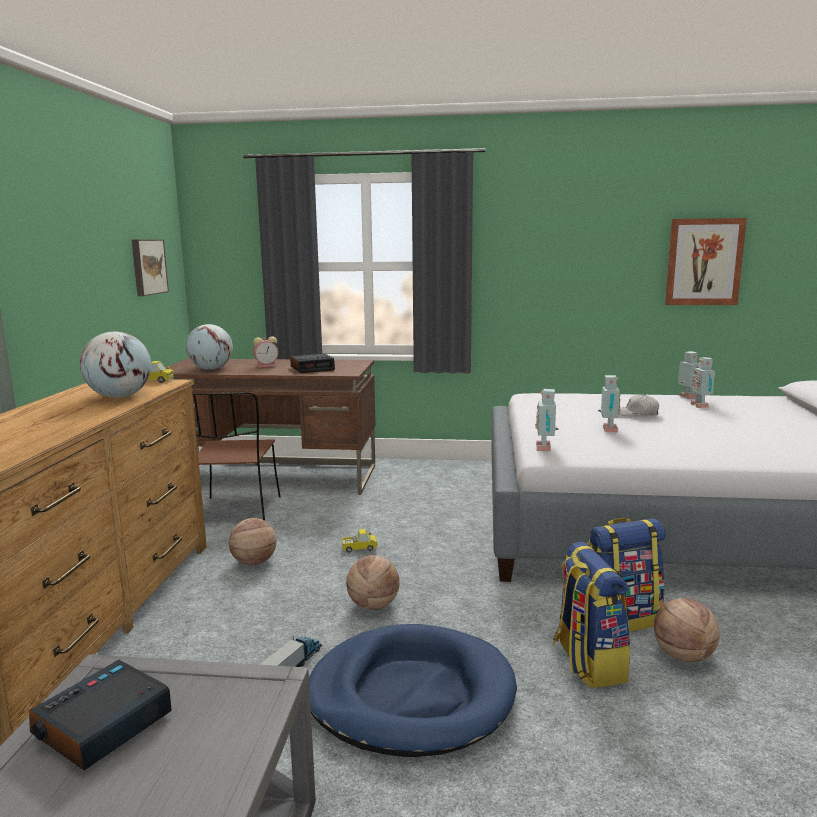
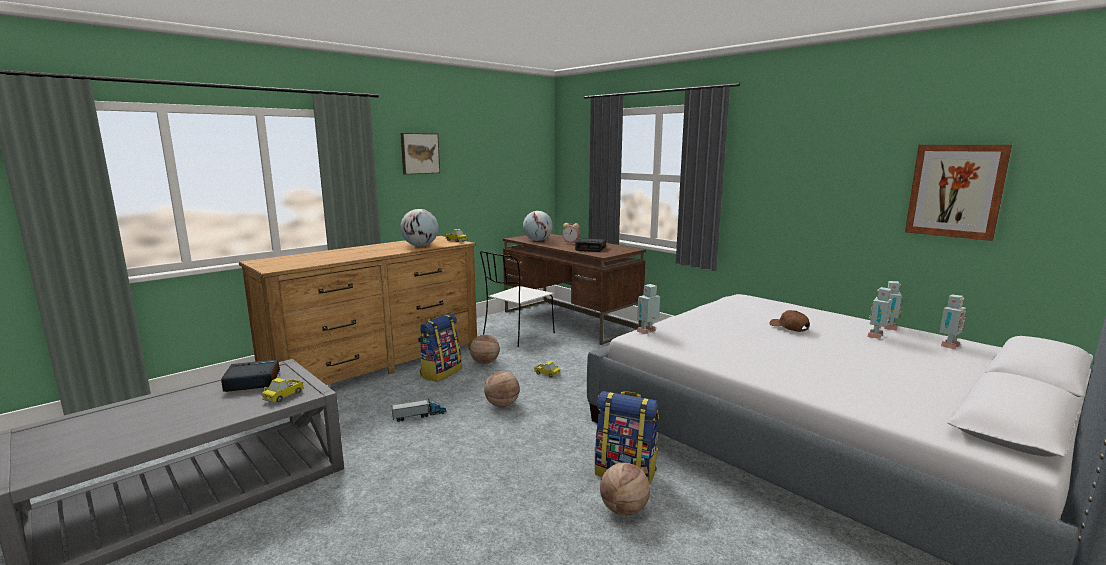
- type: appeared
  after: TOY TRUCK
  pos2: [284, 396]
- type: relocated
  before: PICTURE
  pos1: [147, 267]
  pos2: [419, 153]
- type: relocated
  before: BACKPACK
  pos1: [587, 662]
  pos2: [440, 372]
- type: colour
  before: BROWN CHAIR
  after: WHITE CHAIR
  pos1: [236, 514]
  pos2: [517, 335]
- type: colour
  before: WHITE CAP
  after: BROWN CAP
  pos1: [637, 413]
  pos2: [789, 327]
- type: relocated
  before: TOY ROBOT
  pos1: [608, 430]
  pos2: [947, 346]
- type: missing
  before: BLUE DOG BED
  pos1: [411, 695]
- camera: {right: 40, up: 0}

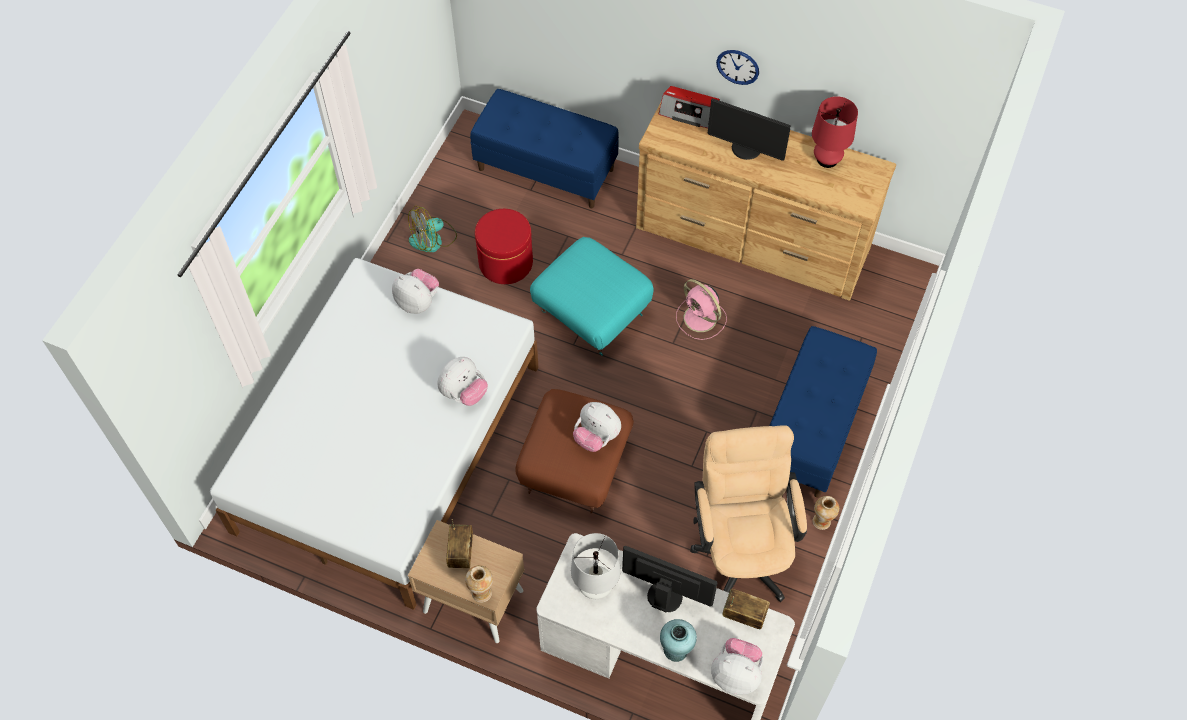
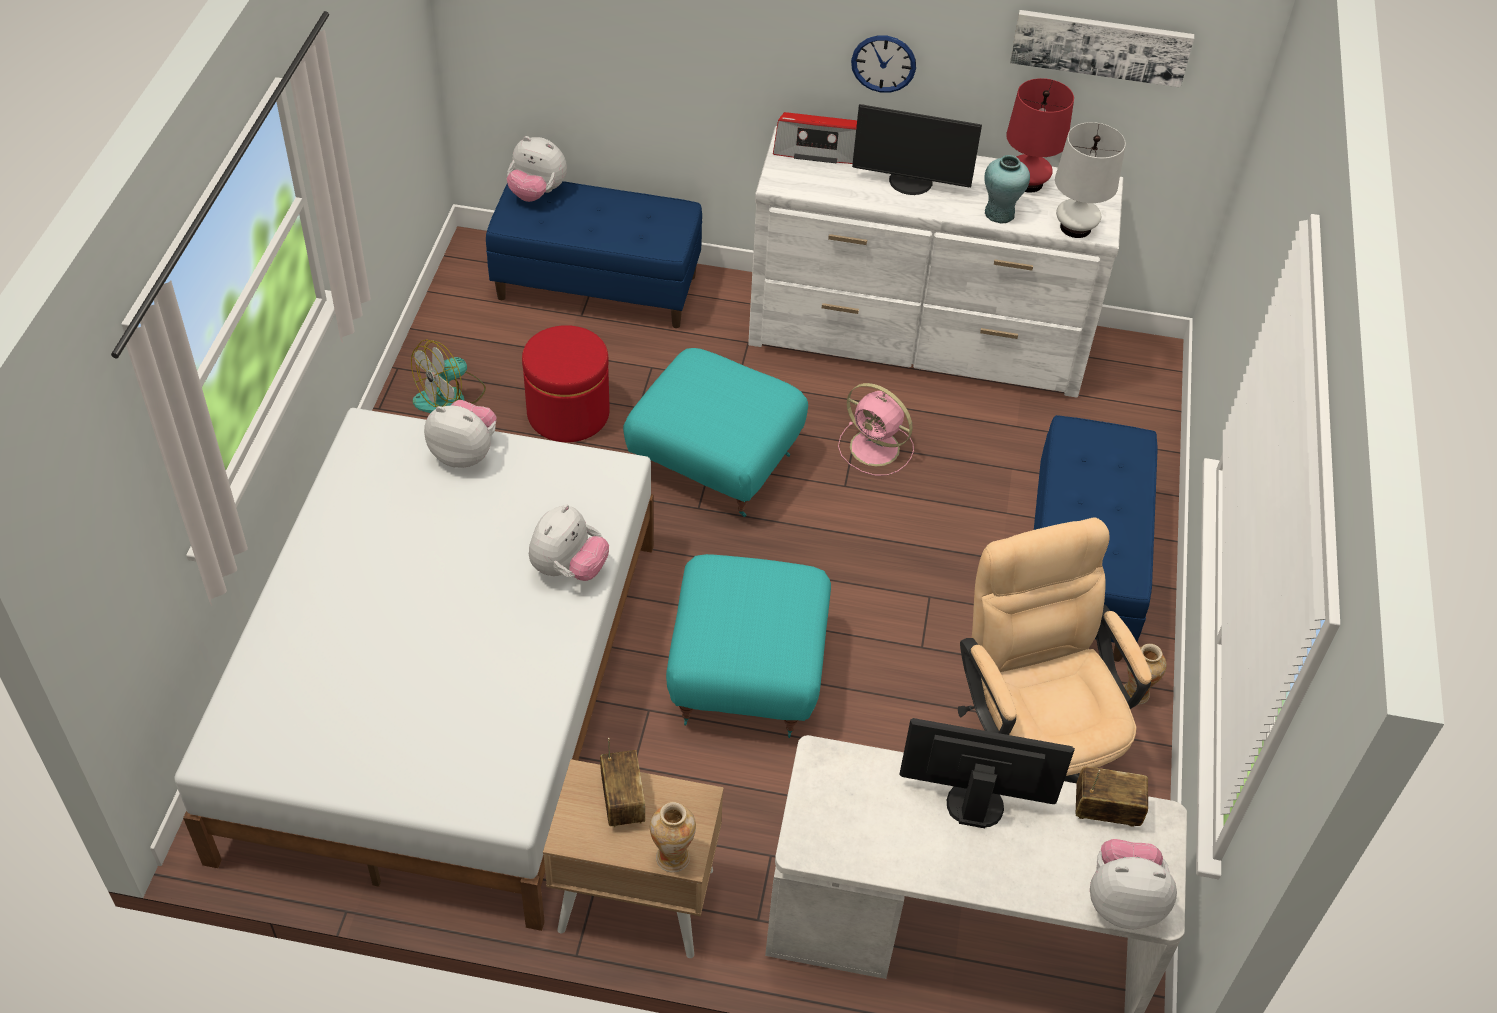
- type: relocated
  before: PLUSH TOY
  pos1: [596, 437]
  pos2: [537, 193]
- type: colour
  before: BROWN OTTOMAN
  after: TURQUOISE OTTOMAN
  pos1: [574, 467]
  pos2: [745, 676]
- type: colour
  before: BROWN DRESSER
  after: WHITE DRESSER
  pos1: [752, 239]
  pos2: [918, 338]
- type: relocated
  before: TURQUOISE VASE
  pos1: [675, 649]
  pos2: [999, 213]
- type: appeared
  after: PICTURE
  pos2: [1100, 46]
- type: relocated
  before: WHITE TABLE LAMP
  pos1: [595, 587]
  pos2: [1075, 227]
- camera: {right: -15, up: -10}

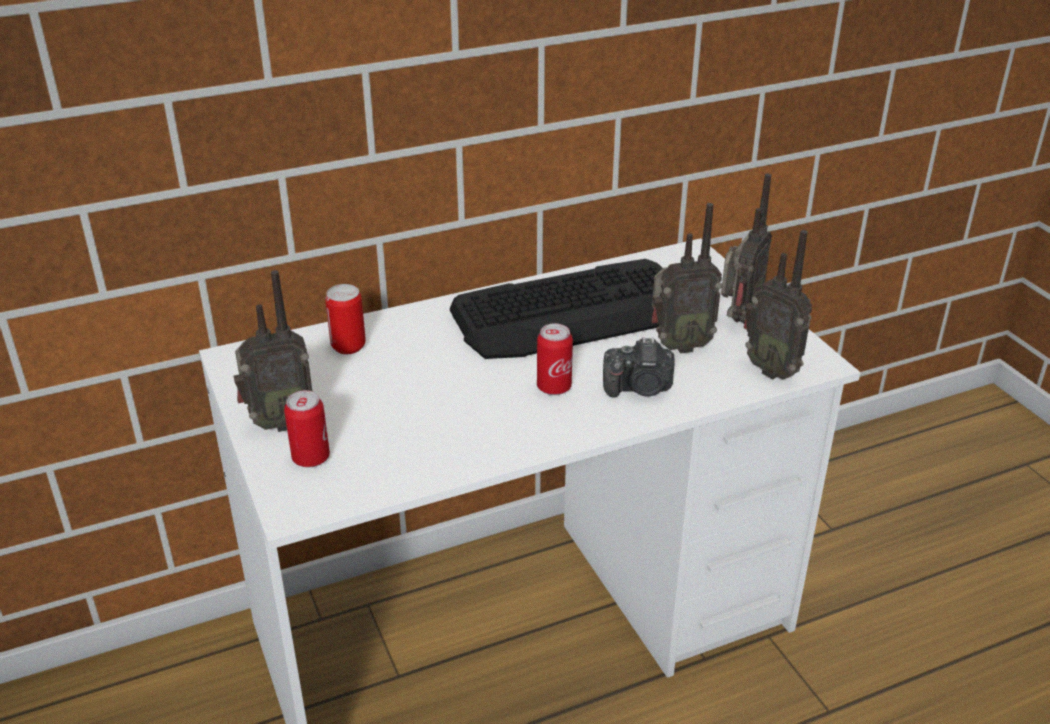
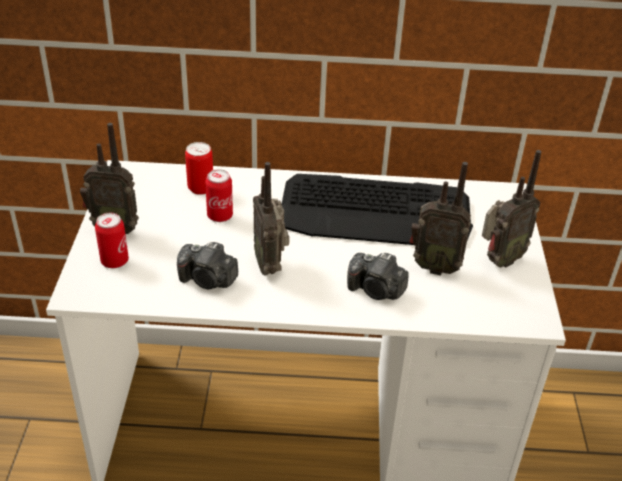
- type: appeared
  after: PHOTO CAMERA
  pos2: [208, 280]
- type: relocated
  before: CAN
  pos1: [554, 387]
  pos2: [220, 216]
- type: relocated
  before: RADIO
  pos1: [772, 369]
  pos2: [270, 265]
- camera: {right: 25, up: 5}

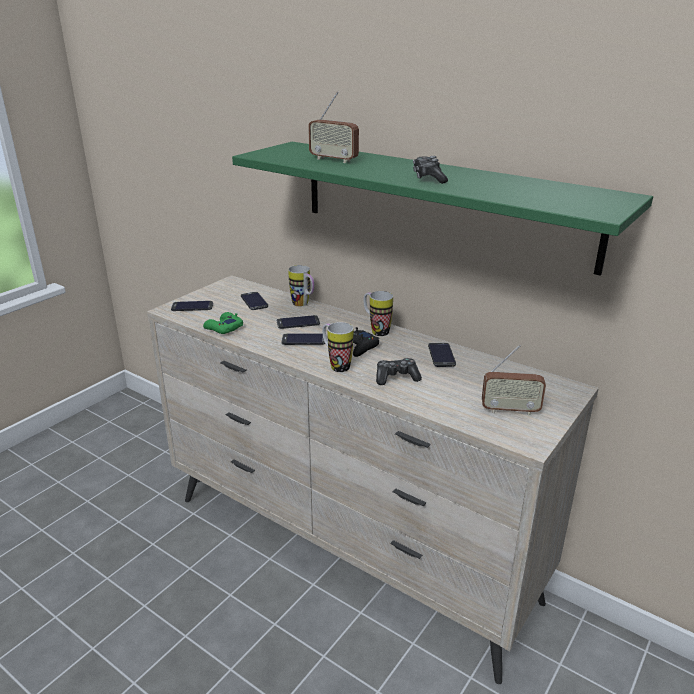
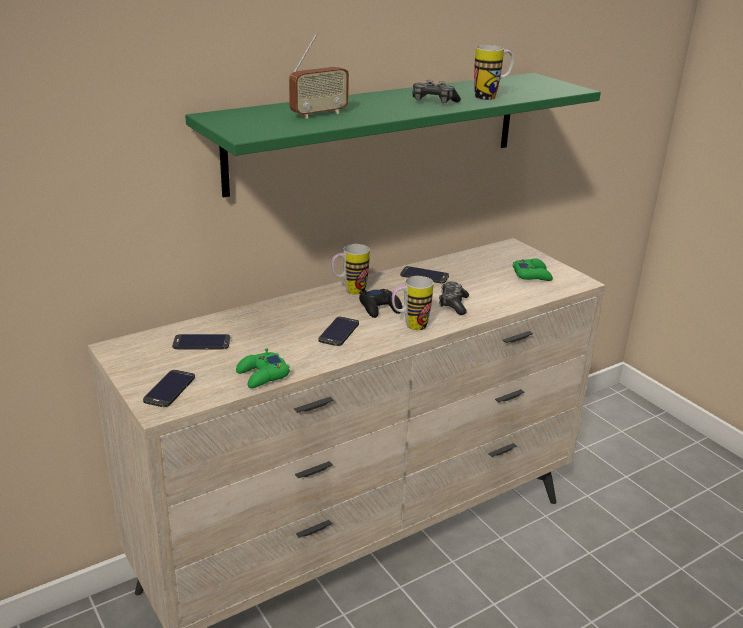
- type: relocated
  before: MUG
  pos1: [303, 305]
  pos2: [491, 97]
- type: exchanged
  before: RADIO
  after: GREEN GAME CONTROLLER
  pos1: [510, 410]
  pos2: [532, 275]
- type: missing
  before: PHONE
  pos1: [298, 322]
- camera: {right: -70, up: 0}

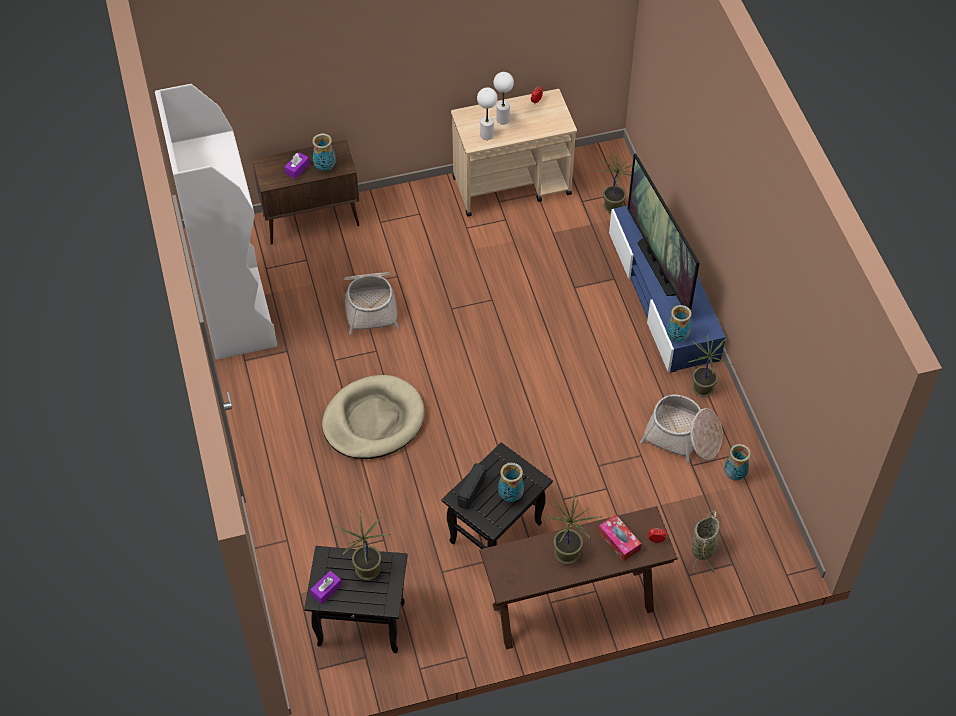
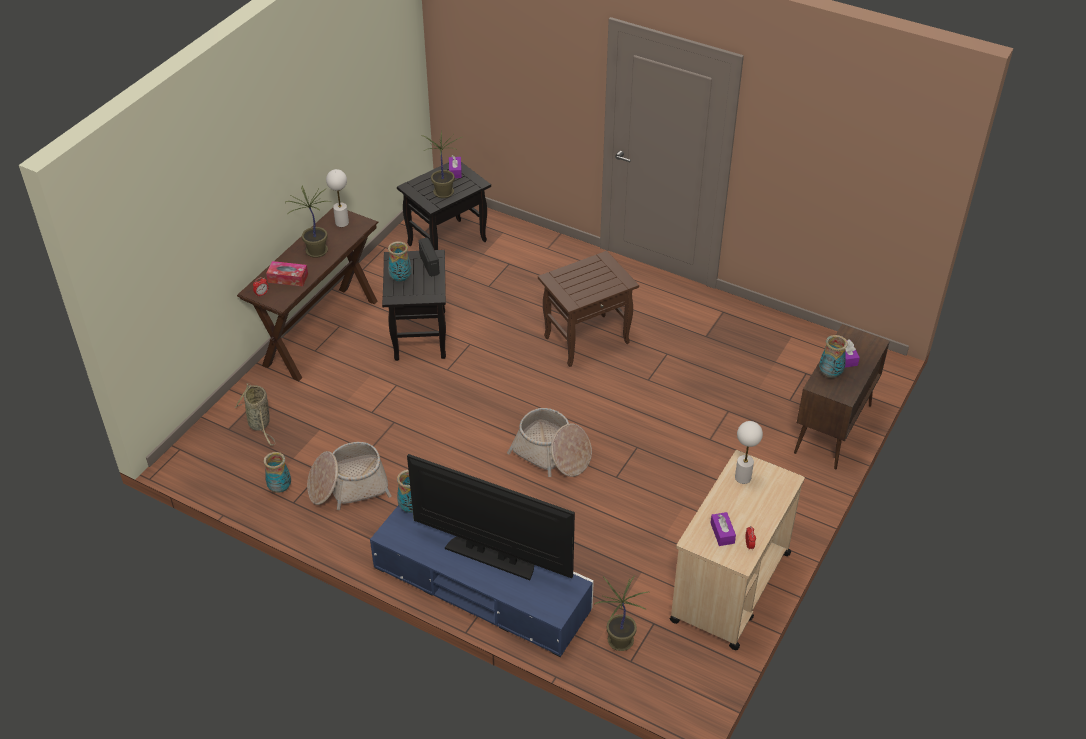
- type: relocated
  before: WHITE TABLE LAMP
  pos1: [502, 119]
  pos2: [342, 222]
- type: relocated
  before: BASKET
  pos1: [370, 305]
  pos2: [552, 454]
- type: exchanged
  before: BEIGE DOG BED
  after: BROWN SIDE TABLE
  pos1: [373, 420]
  pos2: [587, 339]
- type: appeared
  after: PURPLE TISSUE BOX
  pos2: [722, 533]
- type: missing
  before: WHITE BOOKCASE
  pos1: [236, 312]
- type: missing
  before: POTTED PLANT
  pos1: [703, 389]
- camera: {right: 135, up: -10}

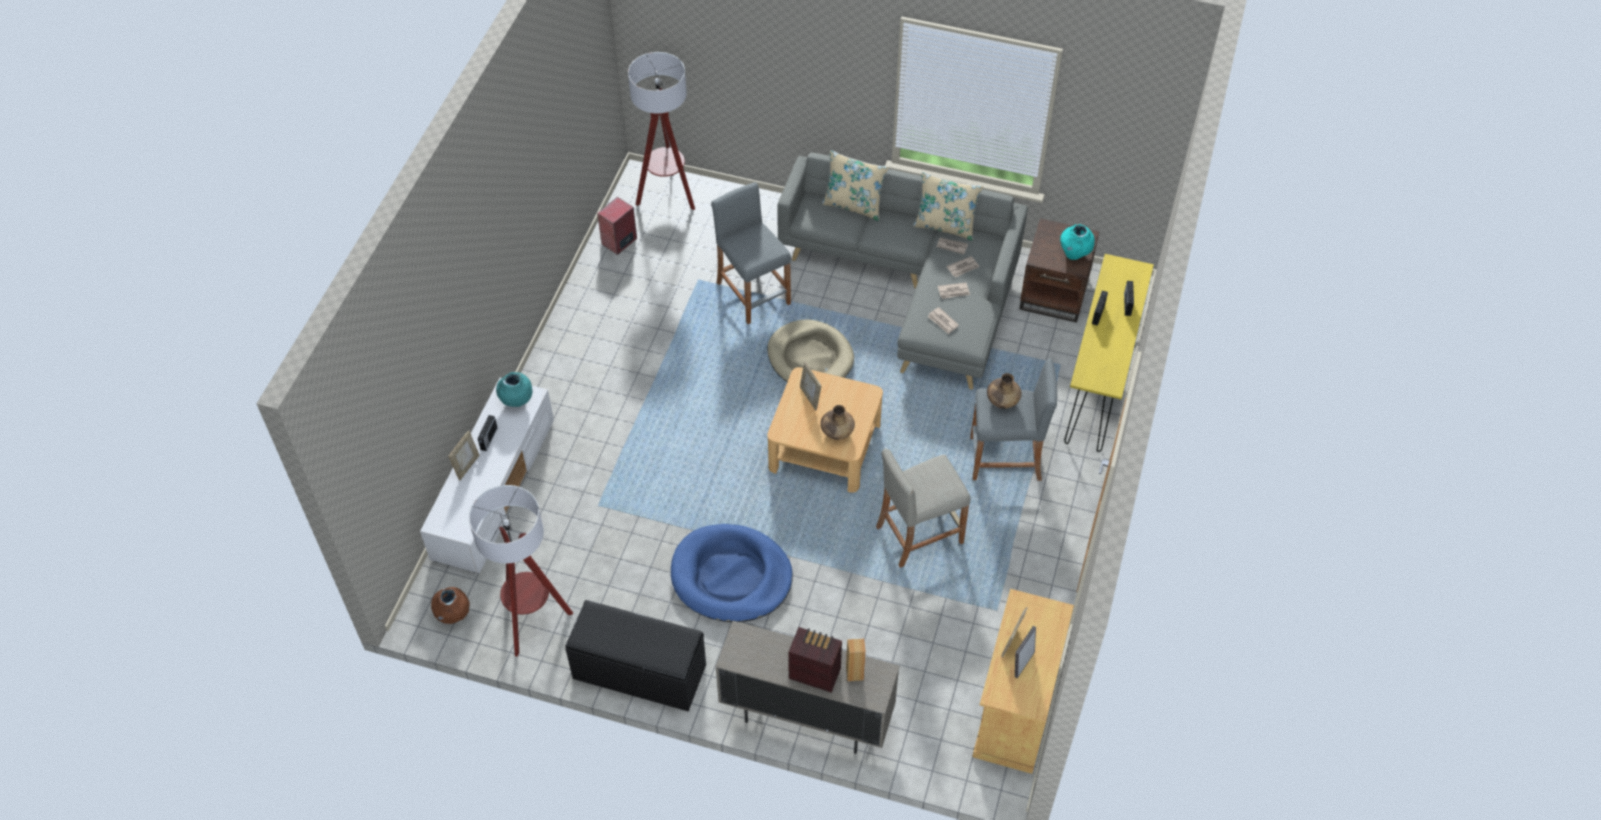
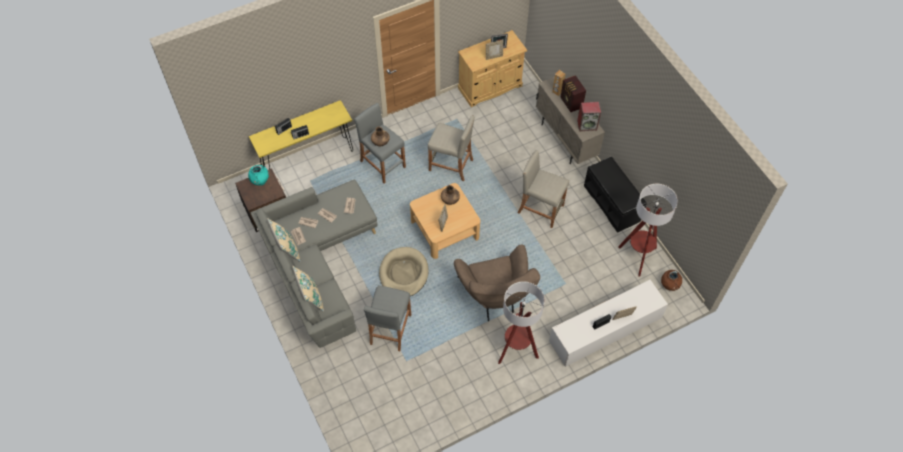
- type: appeared
  after: BROWN ARMCHAIR
  pos2: [495, 297]
- type: relocated
  before: FLOOR LAMP
  pos1: [667, 195]
  pos2: [516, 350]
- type: exchanged
  before: BLUE DOG BED
  after: BEIGE STOOL
  pos1: [731, 576]
  pos2: [540, 209]
- type: relocated
  before: SPEAKER
  pos1: [619, 241]
  pos2: [587, 125]
- type: missing
  before: TURQUOISE VASE
  pos1: [517, 401]
- camera: {right: -135, up: 5}

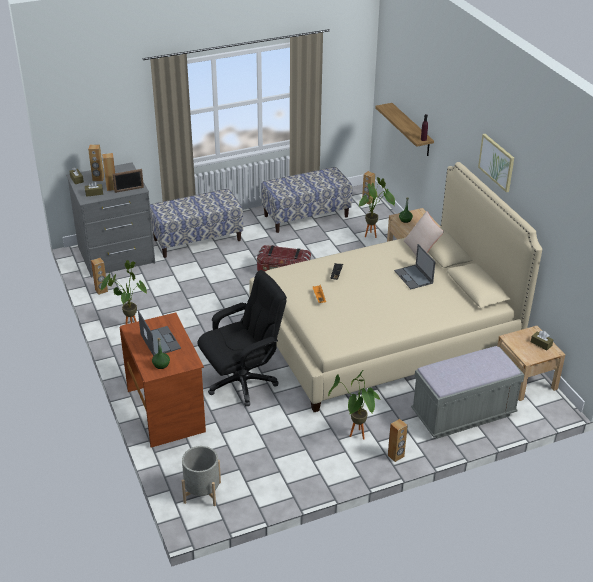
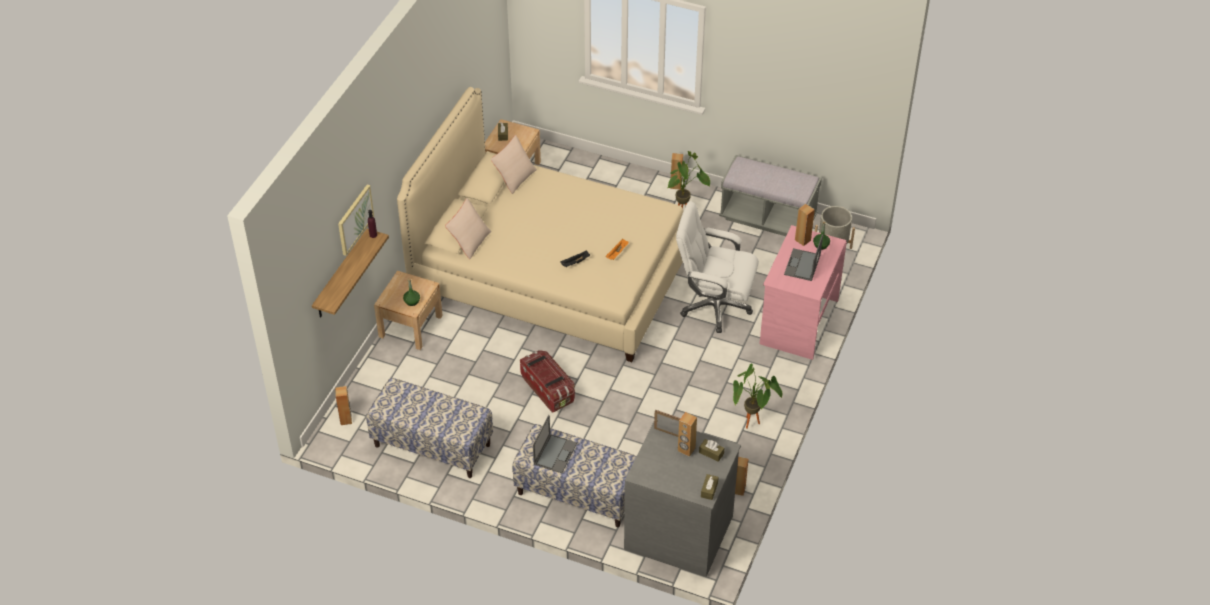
- type: relocated
  before: PICTURE
  pos1: [497, 162]
  pos2: [355, 219]
- type: appeared
  after: BEIGE PILLOW
  pos2: [514, 177]
- type: relocated
  before: LAPTOP
  pos1: [414, 277]
  pos2: [555, 453]
- type: colour
  before: BLACK OFFICE CHAIR
  after: WHITE OFFICE CHAIR
  pos1: [243, 382]
  pos2: [714, 306]
- type: relocated
  before: GREY BENCH
  pos1: [463, 414]
  pos2: [768, 218]
- type: colour
  before: BROWN DESK
  after: PINK DESK
  pos1: [167, 411]
  pos2: [798, 321]
- type: relocated
  before: BROWN SPEAKER
  pos1: [98, 179]
  pos2: [803, 240]
- type: missing
  before: POTTED PLANT
  pos1: [373, 235]
- camera: {right: -135, up: 10}

